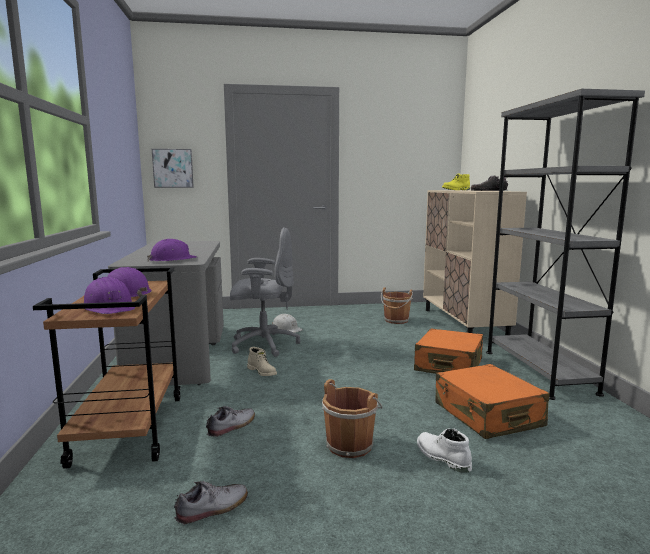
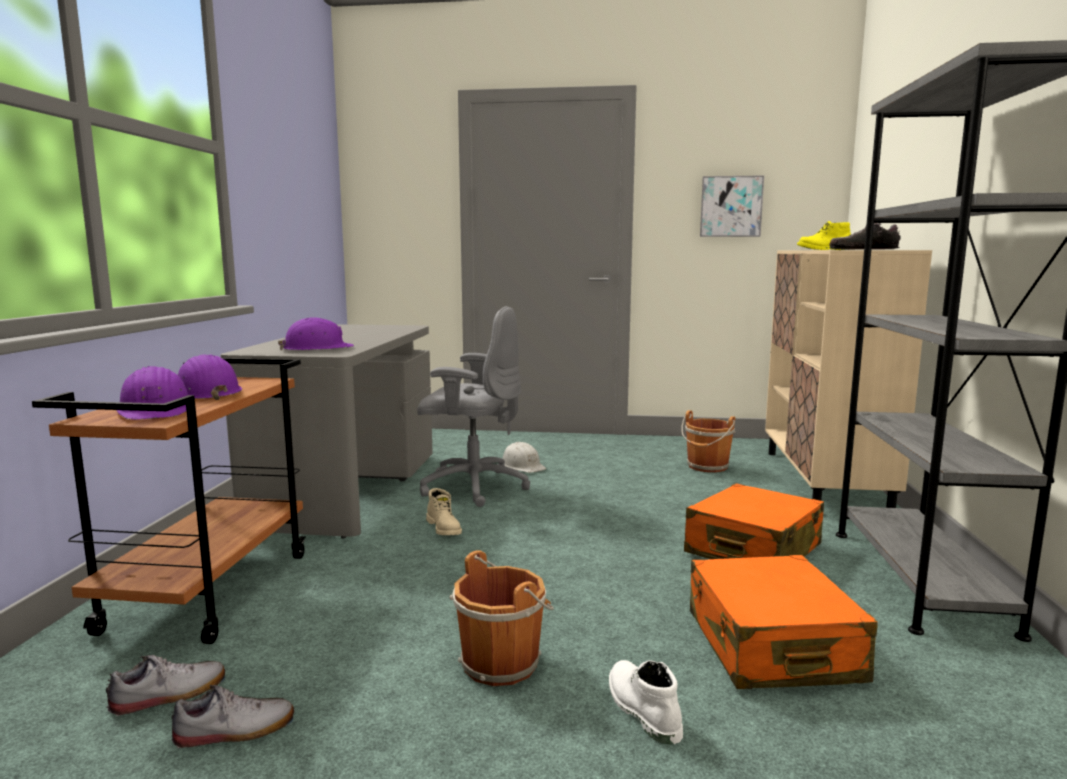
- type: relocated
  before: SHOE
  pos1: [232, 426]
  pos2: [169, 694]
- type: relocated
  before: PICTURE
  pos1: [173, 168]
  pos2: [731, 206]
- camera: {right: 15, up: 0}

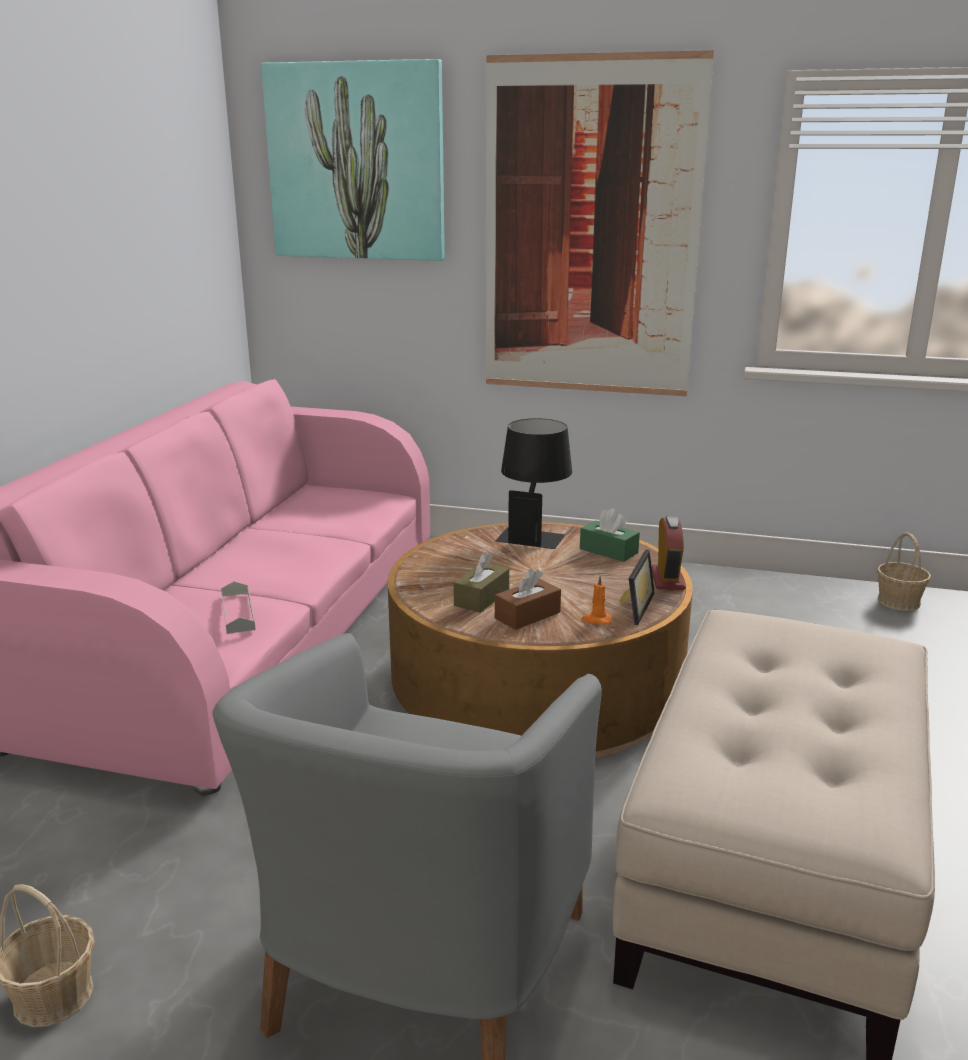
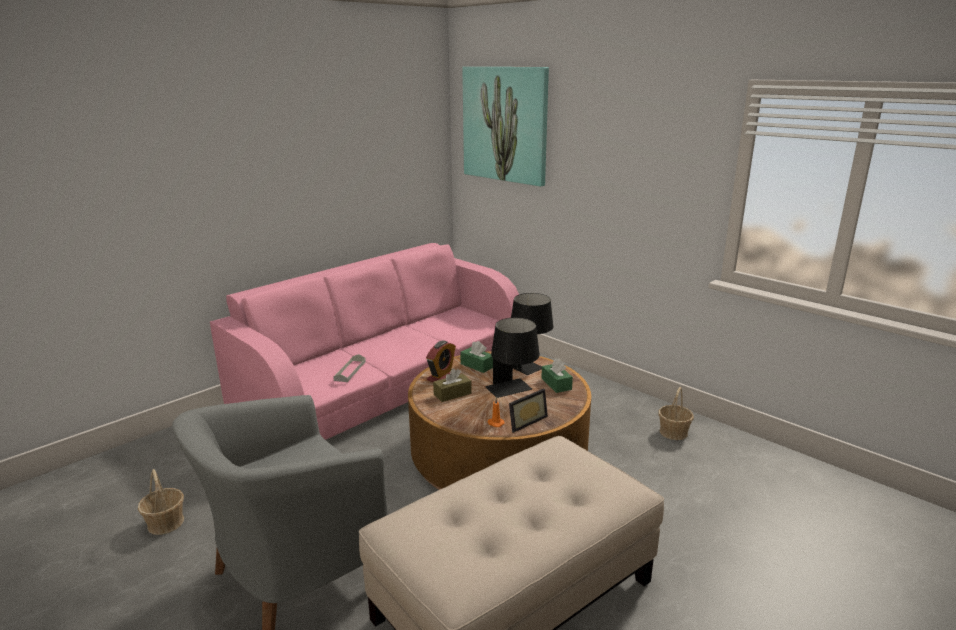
- type: relocated
  before: ALARM CLOCK
  pos1: [667, 579]
  pos2: [441, 376]
- type: appeared
  after: GREEN TISSUE BOX
  pos2: [477, 365]
- type: appeared
  after: BLACK TABLE LAMP
  pos2: [513, 391]
- type: relocated
  before: BASKET
  pos1: [899, 601]
  pos2: [673, 432]
- type: missing
  before: PICTURE
  pos1: [590, 231]
- type: missing
  before: BROWN TISSUE BOX
  pos1: [527, 615]
- camera: {right: 30, up: 0}

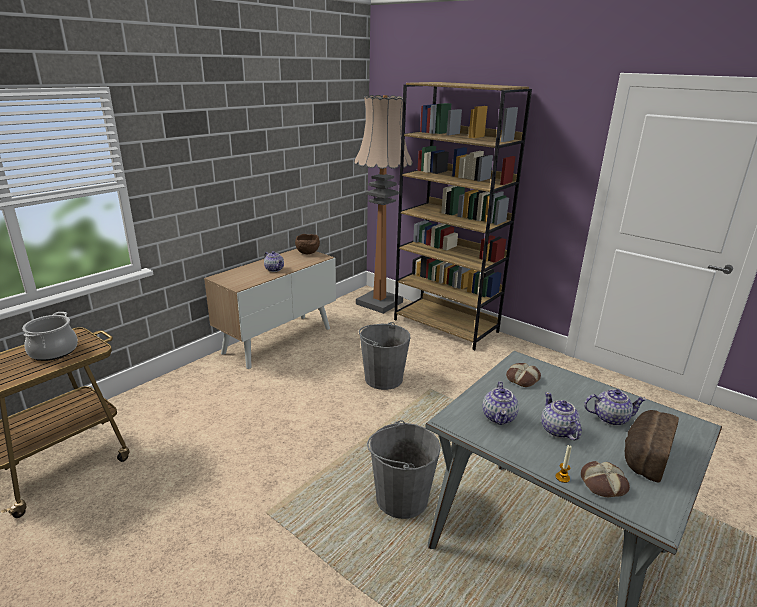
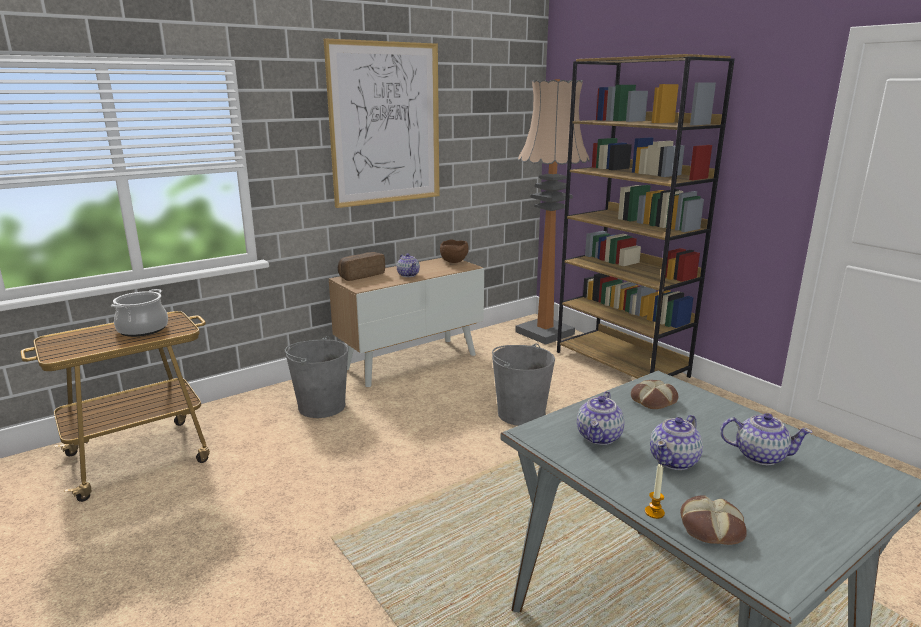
- type: relocated
  before: GREY BUCKET
  pos1: [401, 499]
  pos2: [321, 406]
- type: appeared
  after: PICTURE
  pos2: [385, 124]
- type: relocated
  before: BREAD
  pos1: [644, 455]
  pos2: [361, 275]
- type: spun
  before: TEAPOT
  pos1: [558, 431]
  pos2: [674, 460]
  turn: -135
- camera: {right: 15, up: -5}

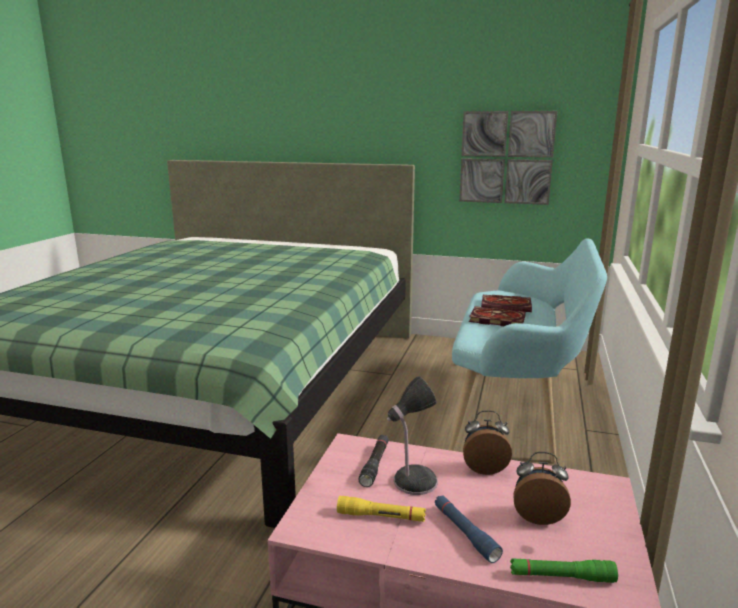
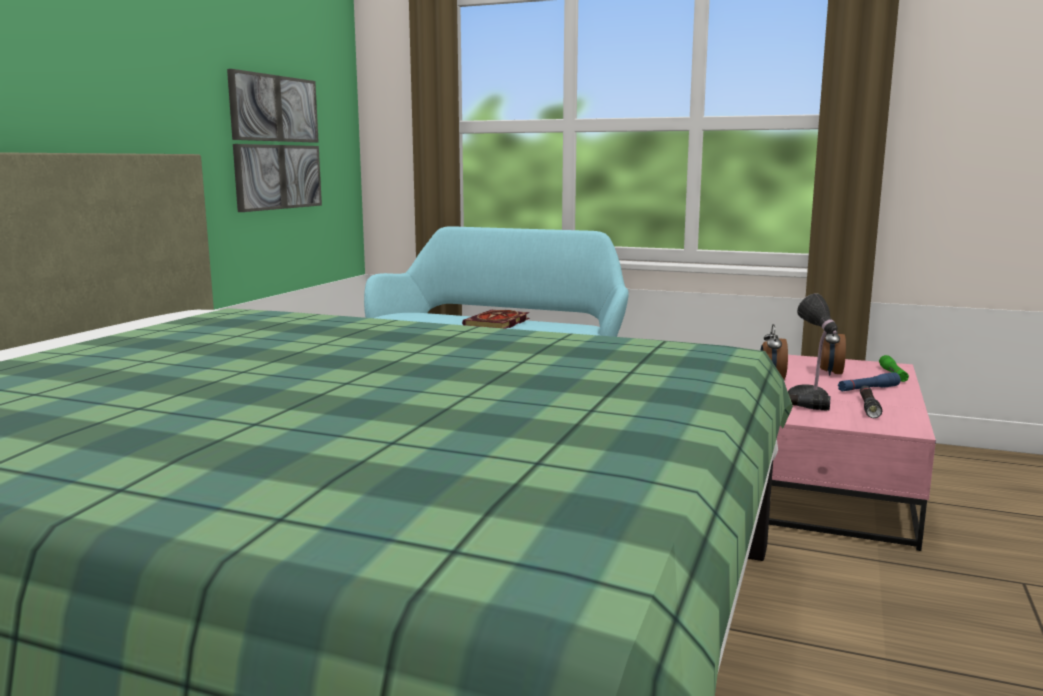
- type: colour
  before: YELLOW FLASHLIGHT
  after: BLACK FLASHLIGHT
  pos1: [381, 516]
  pos2: [868, 407]
- type: missing
  before: BOOK
  pos1: [507, 306]
- camera: {right: -85, up: -5}

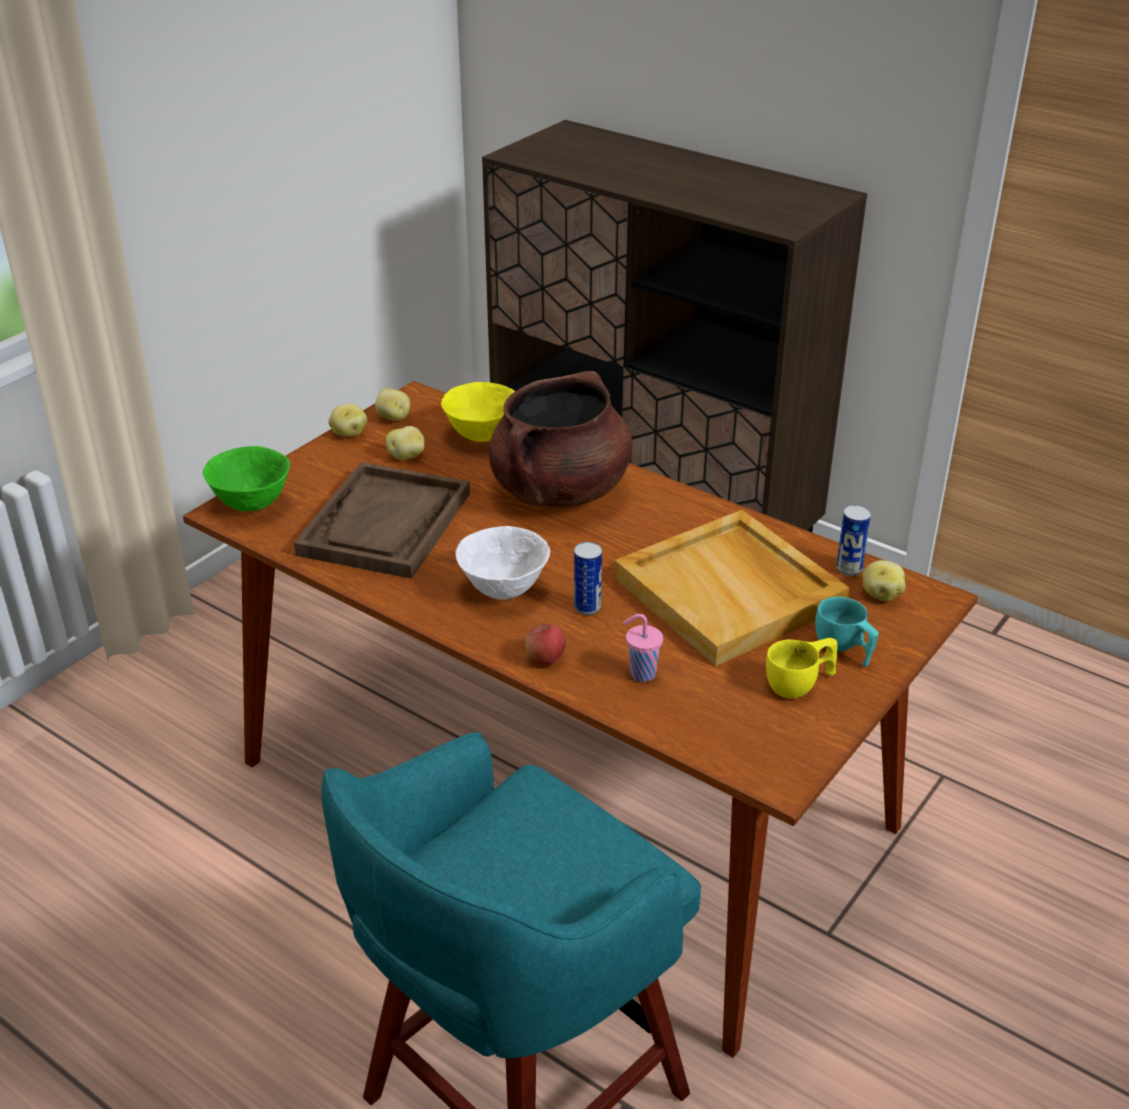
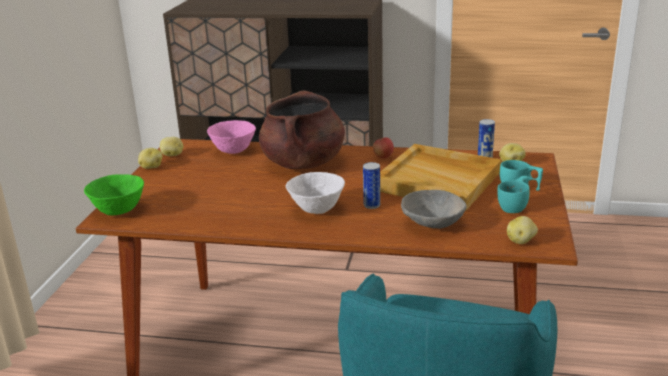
- type: colour
  before: YELLOW BOWL
  after: PINK BOWL
  pos1: [482, 435]
  pos2: [233, 151]
- type: relocated
  before: APPLE
  pos1: [545, 659]
  pos2: [383, 156]
- type: exchanged
  before: PINK CUP
  after: GREY BOWL
  pos1: [641, 674]
  pos2: [431, 224]
- type: colour
  before: YELLOW CUP
  after: TURQUOISE CUP
  pos1: [800, 684]
  pos2: [515, 206]
- type: relocated
  before: POTATO
  pos1: [407, 456]
  pos2: [521, 241]
- type: missing
  before: BROWN TRAY
  pos1: [385, 524]
- camera: {right: -25, up: -10}

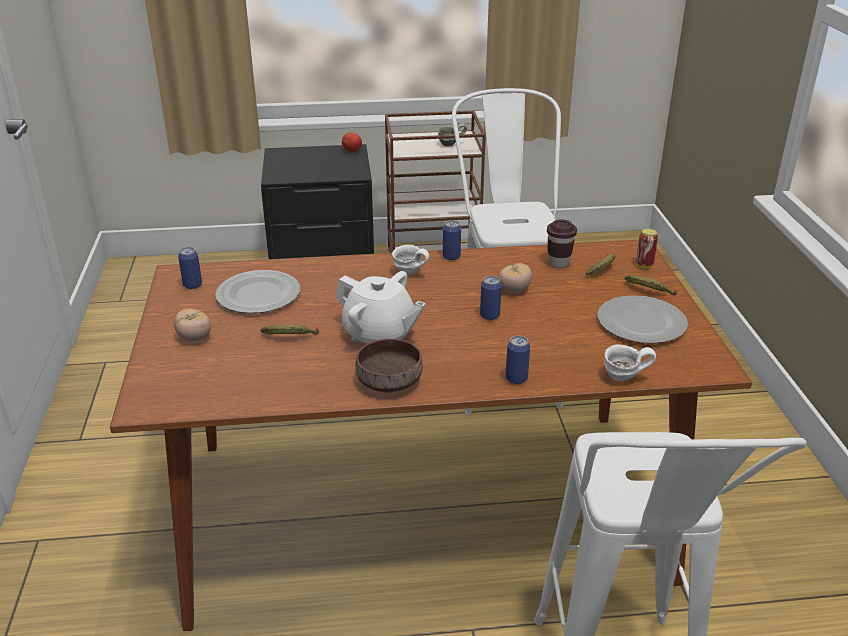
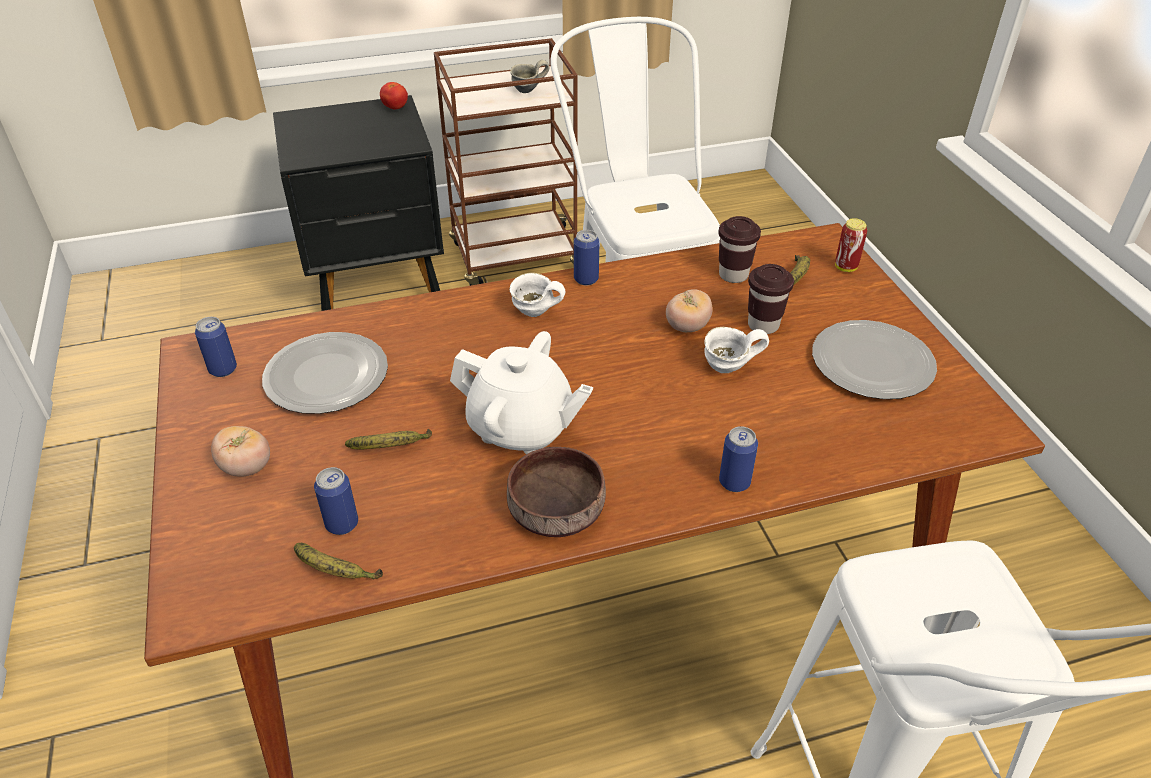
- type: relocated
  before: BANANA
  pos1: [648, 291]
  pos2: [335, 572]
- type: relocated
  before: CAN
  pos1: [489, 315]
  pos2: [342, 524]
- type: relocated
  before: WHITE MUG
  pos1: [624, 379]
  pos2: [729, 370]
- type: appeared
  after: BROWN CUP
  pos2: [763, 325]
- camera: {right: -10, up: 10}

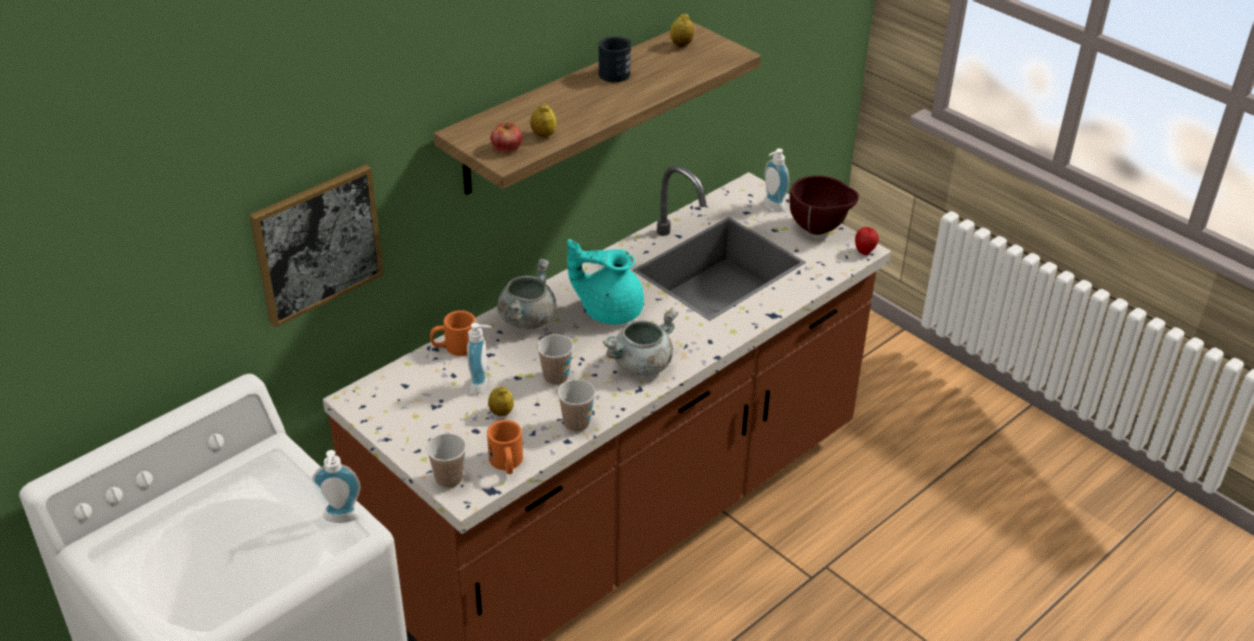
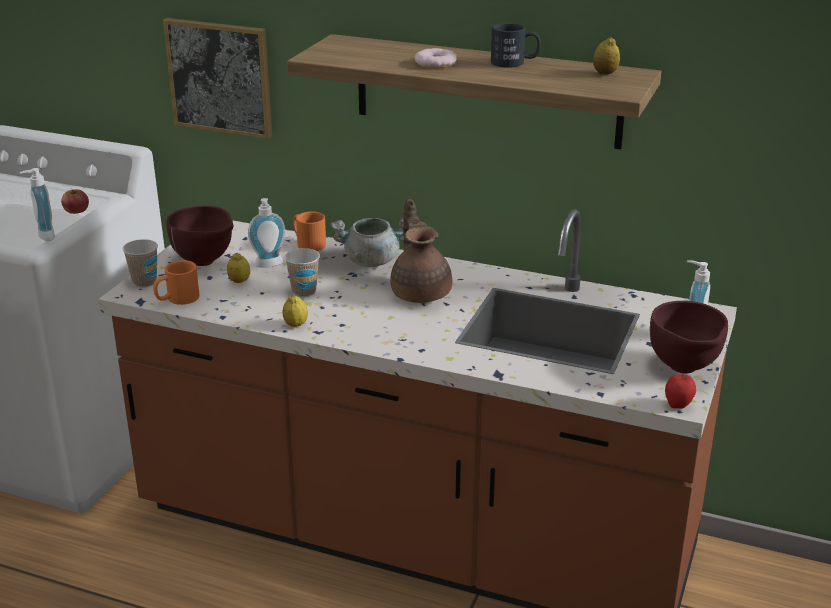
- type: relocated
  before: APPLE
  pos1: [507, 147]
  pos2: [76, 210]
- type: appeared
  after: BROWN BOWL
  pos2: [205, 262]
- type: relocated
  before: LEMON
  pos1: [543, 135]
  pos2: [295, 325]
- type: colour
  before: TURQUOISE TEAPOT
  after: BROWN TEAPOT
  pos1: [609, 310]
  pos2: [421, 291]
- type: appeared
  after: DONUT
  pos2: [435, 63]
- type: missing
  before: CUP
  pos1: [576, 424]
- type: missing
  before: GREY COOKING POT
  pos1: [641, 365]
- camera: {right: 65, up: -10}

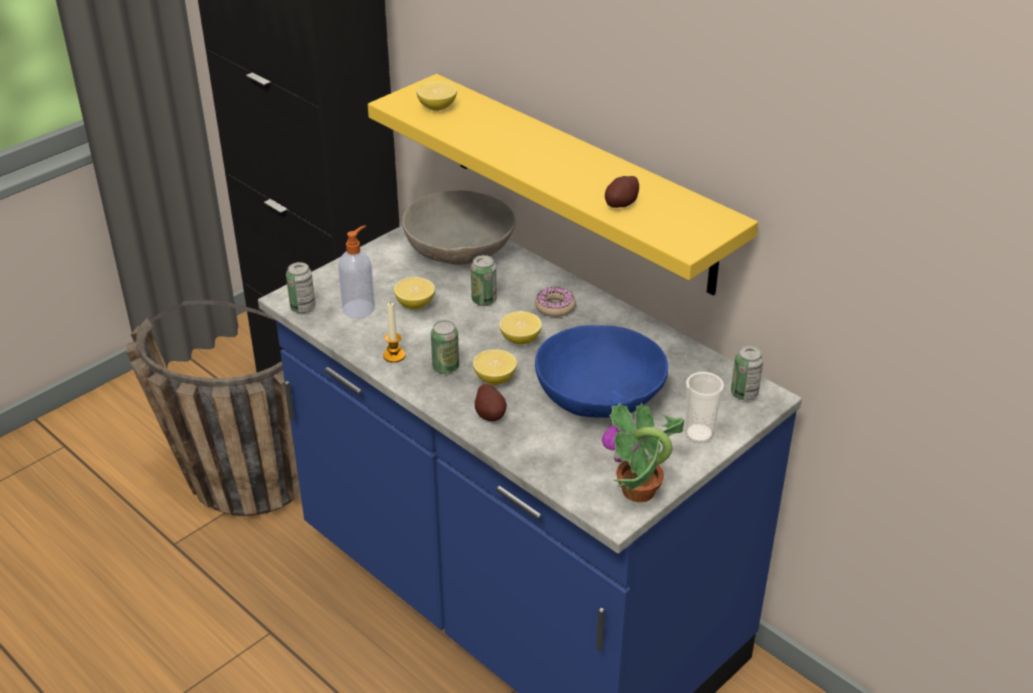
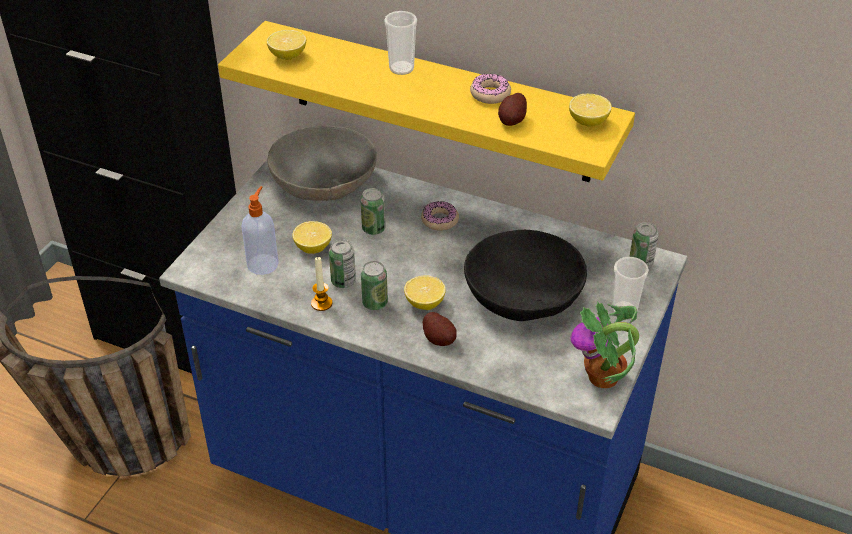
- type: relocated
  before: CAN
  pos1: [303, 307]
  pos2: [343, 281]
- type: appeared
  after: CUP
  pos2: [401, 68]
- type: colour
  before: BLUE BOWL
  after: BLACK BOWL
  pos1: [600, 395]
  pos2: [524, 295]
- type: appeared
  after: DONUT
  pos2: [490, 94]
- type: relocated
  before: LEMON
  pos1: [520, 339]
  pos2: [588, 122]
- camera: {right: -20, up: 5}

